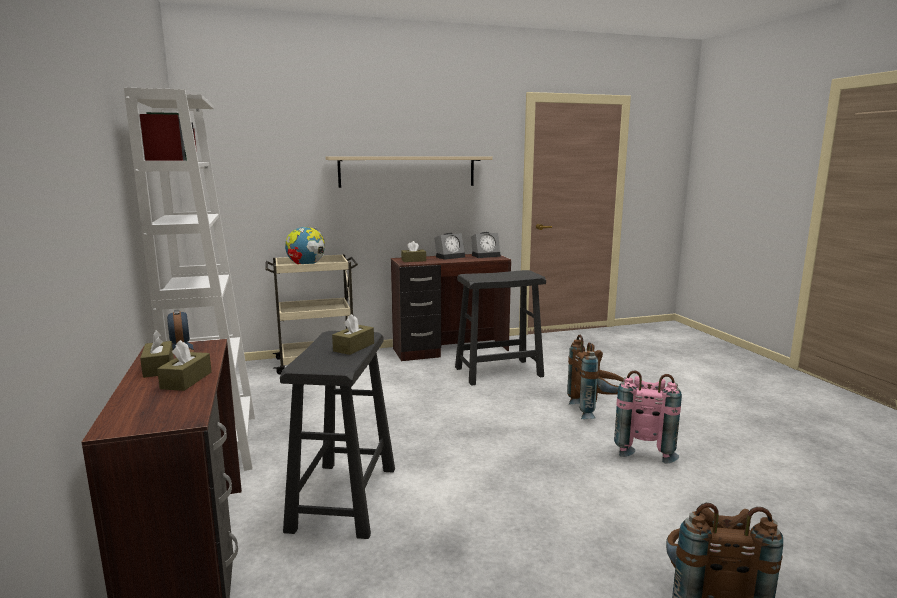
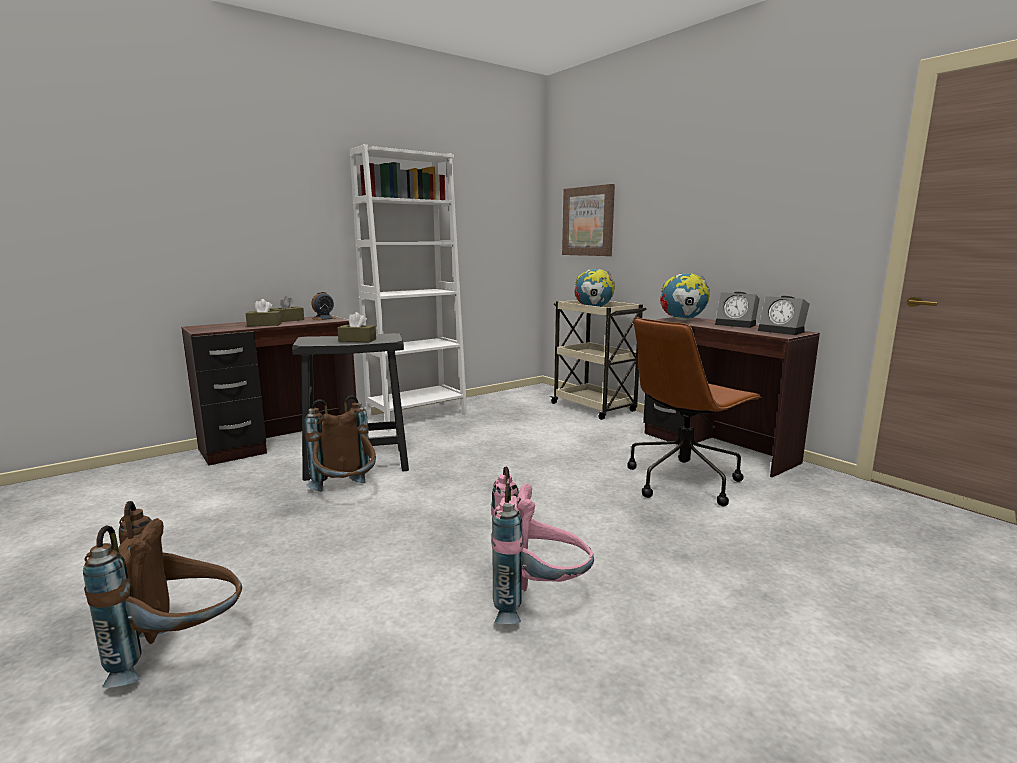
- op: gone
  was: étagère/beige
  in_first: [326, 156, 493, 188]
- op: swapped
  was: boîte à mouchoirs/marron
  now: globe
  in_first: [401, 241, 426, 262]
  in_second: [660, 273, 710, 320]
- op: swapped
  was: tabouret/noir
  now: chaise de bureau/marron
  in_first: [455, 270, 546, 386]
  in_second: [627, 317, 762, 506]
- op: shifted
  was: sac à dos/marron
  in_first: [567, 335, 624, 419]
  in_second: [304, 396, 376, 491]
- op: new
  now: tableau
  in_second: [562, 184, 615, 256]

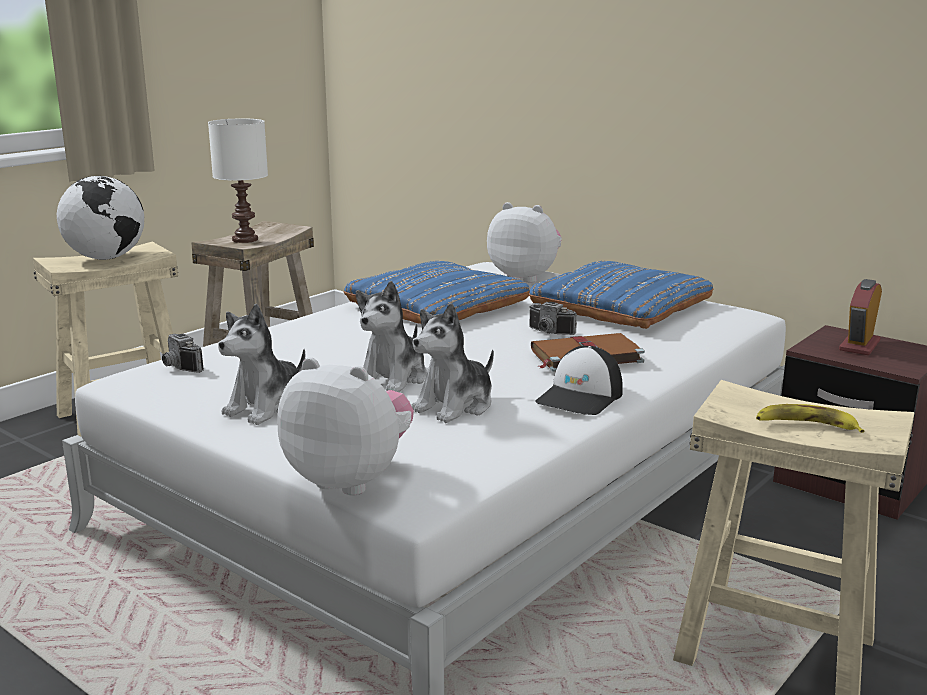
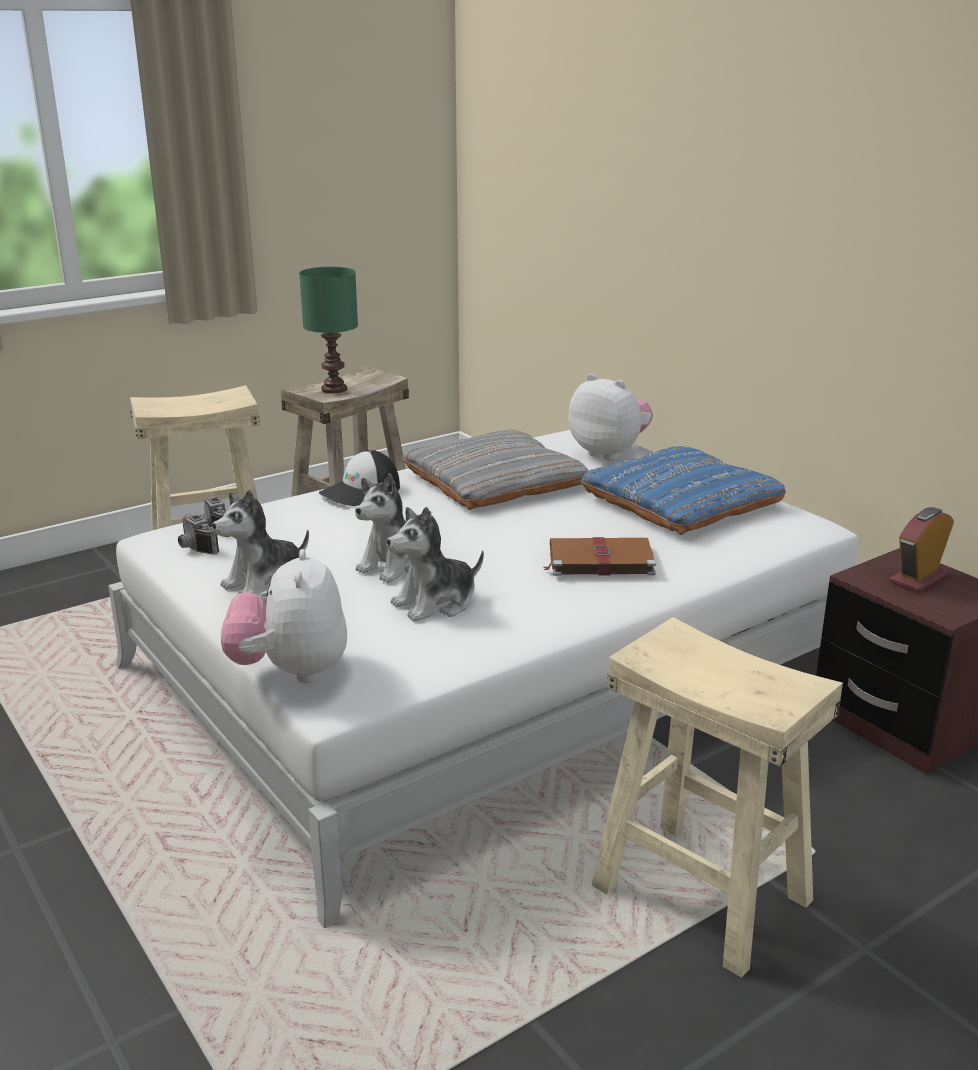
- op: repainted
  was: lampe de table/blanc
  now: lampe de table/vert
  in_first: [208, 118, 268, 243]
  in_second: [299, 267, 358, 393]
- op: gone
  was: globe
  in_first: [57, 176, 144, 260]
- op: repainted
  was: coussin/bleu
  now: coussin/gris
  in_first: [343, 261, 530, 324]
  in_second: [402, 430, 588, 510]
- op: shifted
  was: appareil photo
  in_first: [529, 302, 577, 335]
  in_second: [178, 514, 219, 554]
- op: shifted
  was: casquette
  in_first: [535, 346, 623, 415]
  in_second: [319, 450, 400, 506]
- op: rotated
  was: peluche
  in_first: [277, 357, 414, 496]
  in_second: [221, 549, 347, 683]
  clockwise: -135
- op: gone
  was: banane
  in_first: [756, 404, 864, 433]

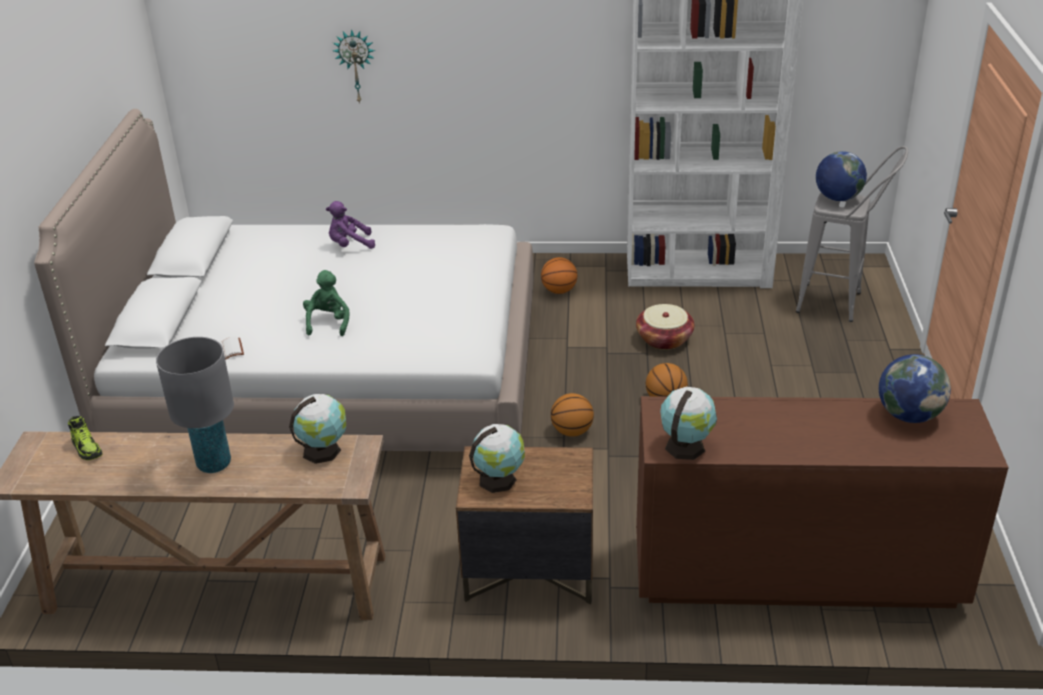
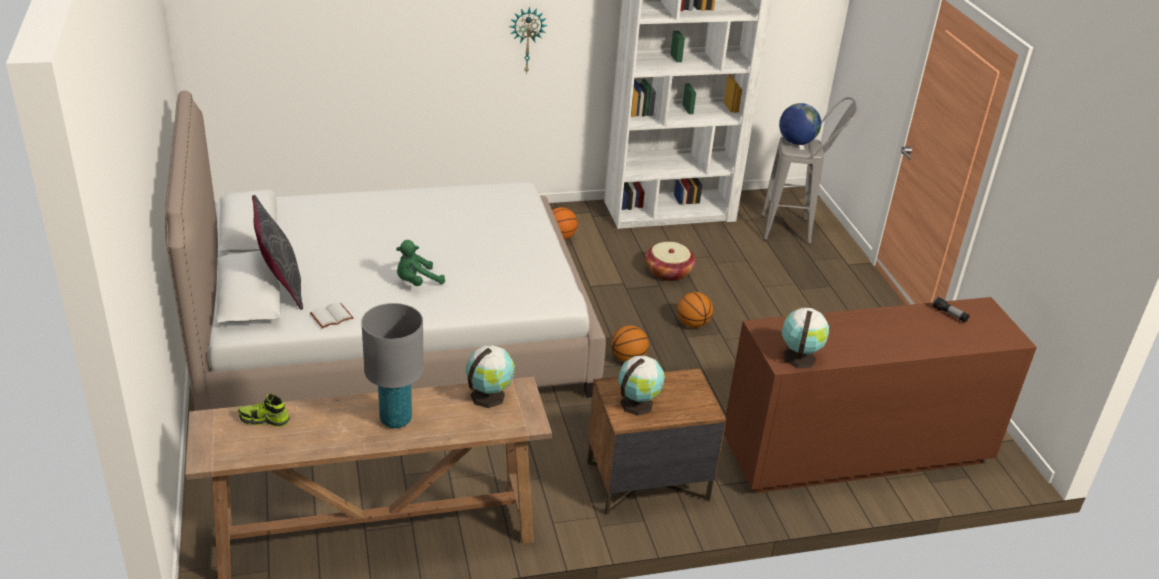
- op: shifted
  was: horloge murale
  in_first: [333, 29, 375, 104]
  in_second: [509, 7, 548, 74]
- op: gone
  was: peluche/violet
  in_first: [326, 201, 375, 249]
- op: rotated
  was: peluche/vert
  in_first: [303, 270, 349, 336]
  in_second: [396, 240, 445, 286]
  clockwise: -105
- op: swapped
  was: globe
  now: lampe de poche
  in_first: [879, 354, 951, 423]
  in_second: [932, 297, 969, 322]
- op: rotated
  was: chaussure
  in_first: [68, 416, 103, 460]
  in_second: [238, 394, 290, 427]
  clockwise: 150
- op: new
  now: coussin/gris
  in_second: [252, 195, 303, 310]

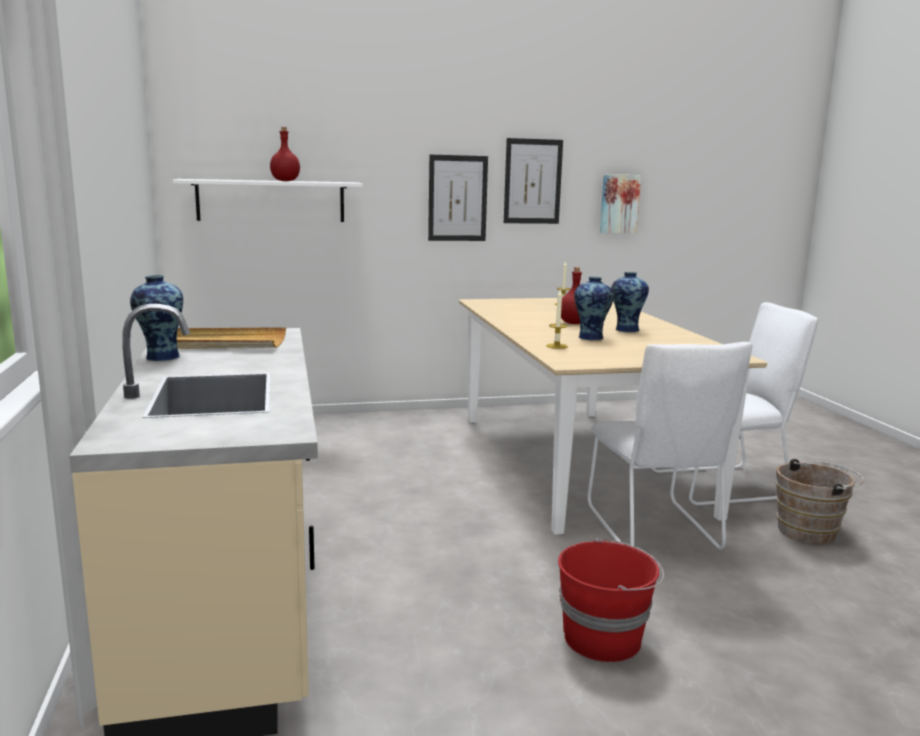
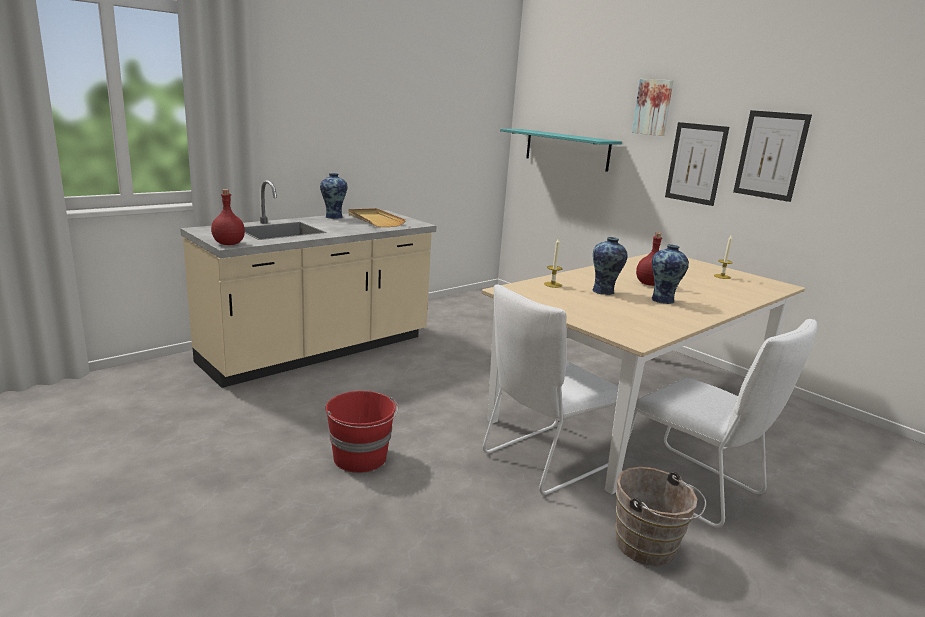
- op: shifted
  was: bouteille/rouge
  in_first: [270, 127, 300, 181]
  in_second: [211, 189, 245, 245]
- op: shifted
  was: tableau
  in_first: [600, 174, 641, 233]
  in_second: [632, 79, 674, 136]
- op: repainted
  was: étagère/blanc
  now: étagère/turquoise
  in_first: [173, 179, 363, 222]
  in_second: [500, 129, 622, 172]

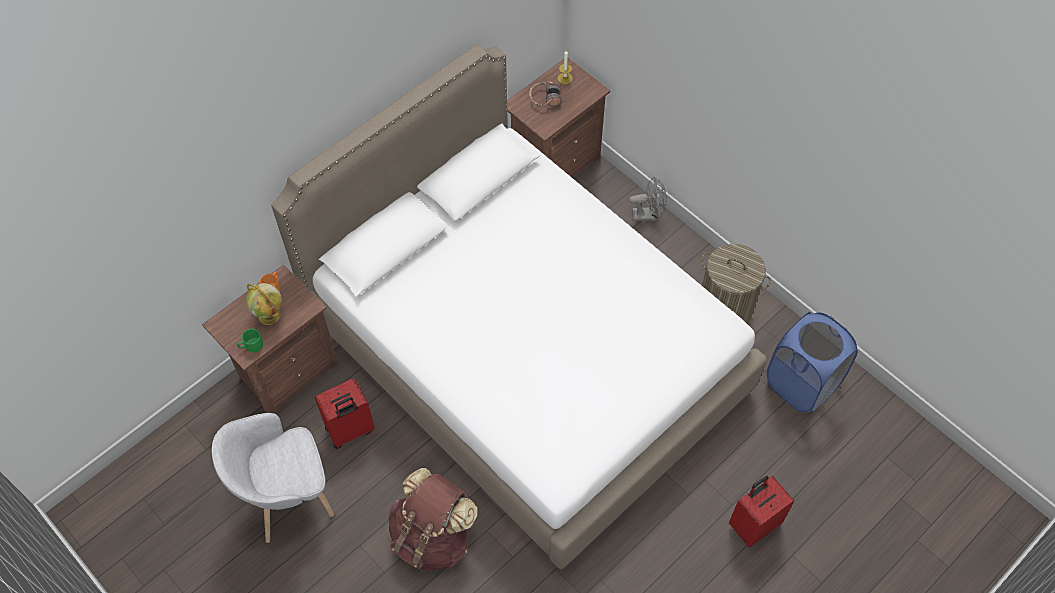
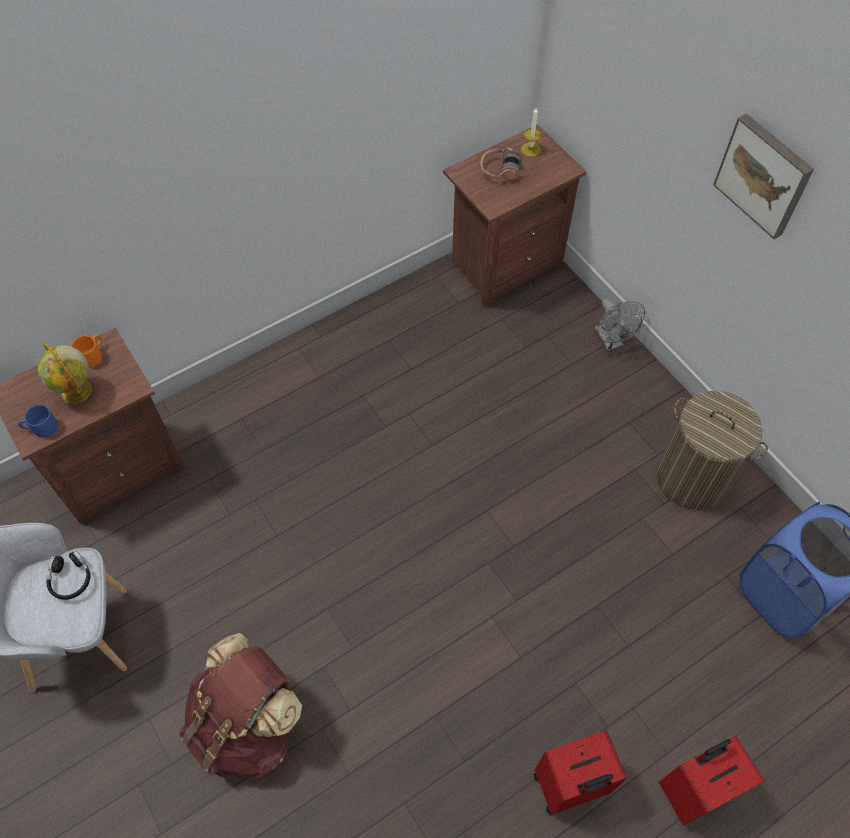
- op: gone
  was: lit/blanc
  in_first: [271, 45, 767, 569]
- op: rotated
  was: ventilateur/gris
  in_first: [629, 176, 667, 221]
  in_second: [595, 298, 645, 351]
  clockwise: 60
- op: repainted
  was: mug/vert
  now: mug/bleu
  in_first: [237, 329, 263, 353]
  in_second: [18, 405, 58, 438]
- op: shifted
  was: valise/rouge
  in_first: [315, 378, 375, 449]
  in_second: [534, 730, 627, 815]
- op: new
  now: tableau
  in_second: [713, 113, 814, 239]
- op: new
  now: casque audio/noir
  in_second: [46, 550, 91, 600]

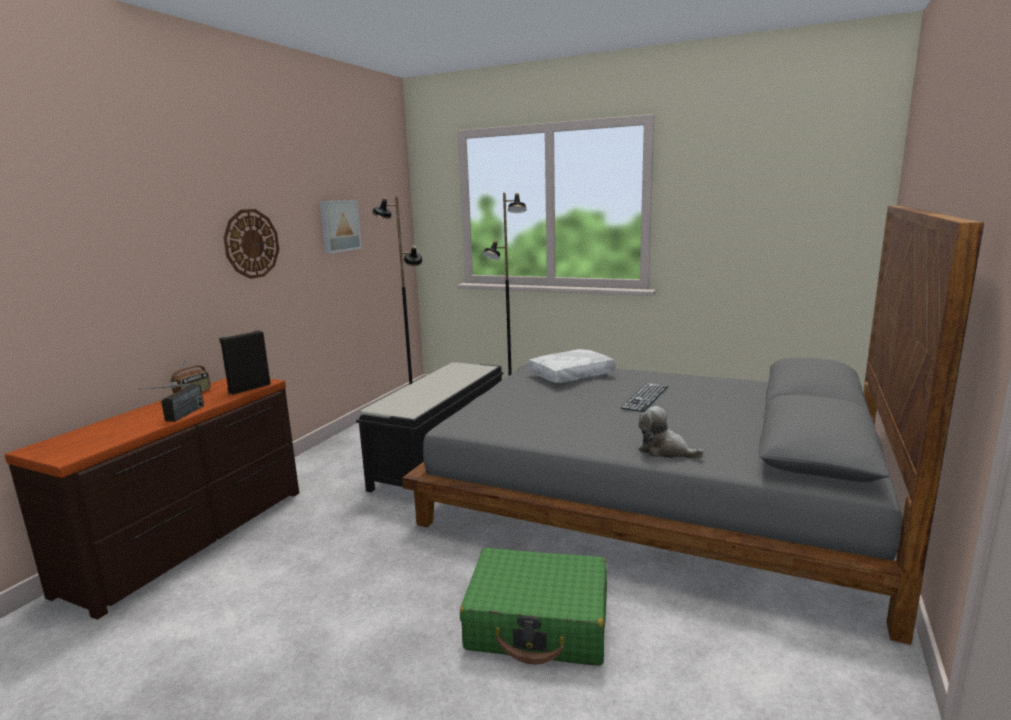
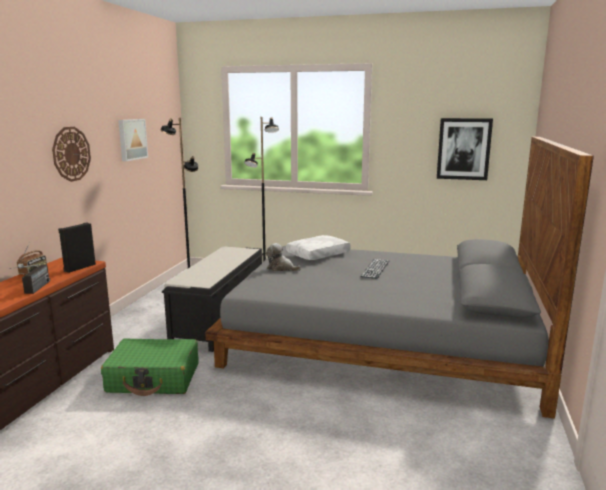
- op: shifted
  was: peluche
  in_first: [638, 406, 704, 459]
  in_second: [266, 243, 301, 271]
- op: shifted
  was: valise/vert
  in_first: [460, 548, 607, 666]
  in_second: [101, 338, 198, 396]
- op: new
  now: tableau
  in_second: [437, 118, 493, 180]

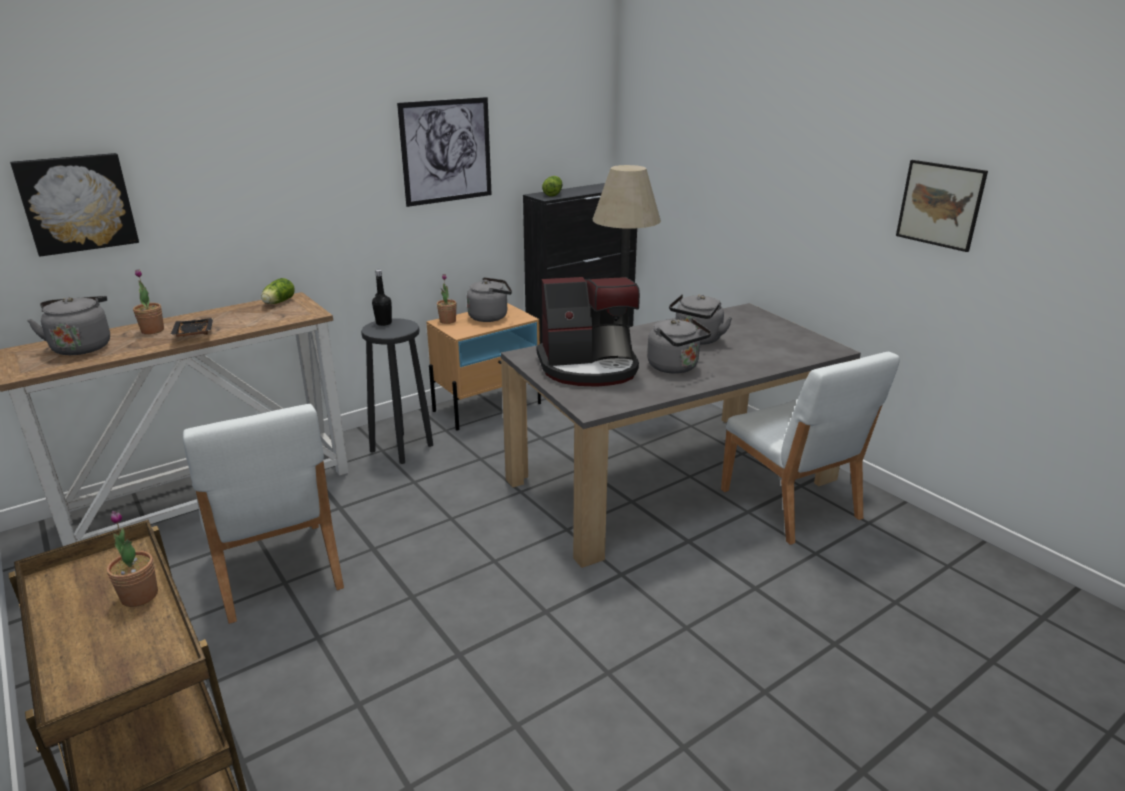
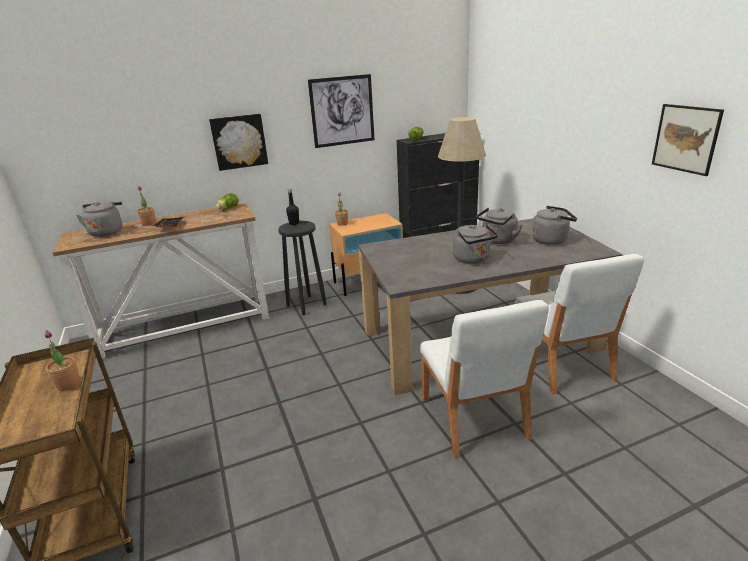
- op: shifted
  was: tableau
  in_first: [10, 153, 139, 257]
  in_second: [209, 114, 268, 171]
- op: shifted
  was: bouilloire/gris
  in_first: [467, 277, 512, 322]
  in_second: [532, 206, 577, 245]
- op: gone
  was: machine à café
  in_first: [537, 277, 640, 387]
- op: shifted
  was: chaise/blanc
  in_first: [183, 404, 344, 624]
  in_second: [420, 300, 549, 459]

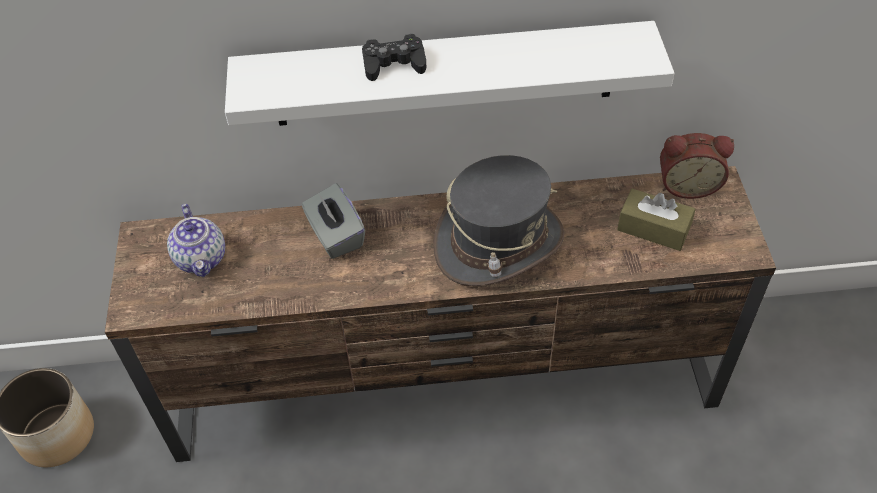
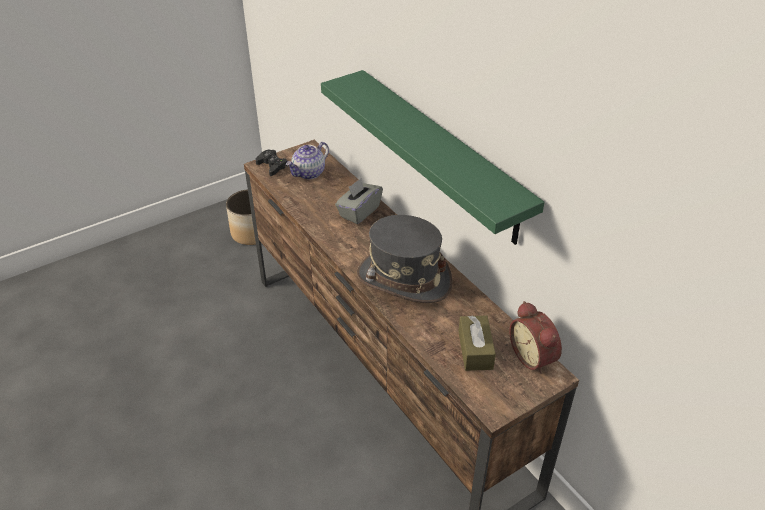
- op: repainted
  was: étagère/blanc
  now: étagère/vert
  in_first: [225, 21, 674, 126]
  in_second: [321, 70, 545, 245]
- op: shifted
  was: manette/noir
  in_first: [362, 34, 426, 81]
  in_second: [256, 150, 288, 176]

